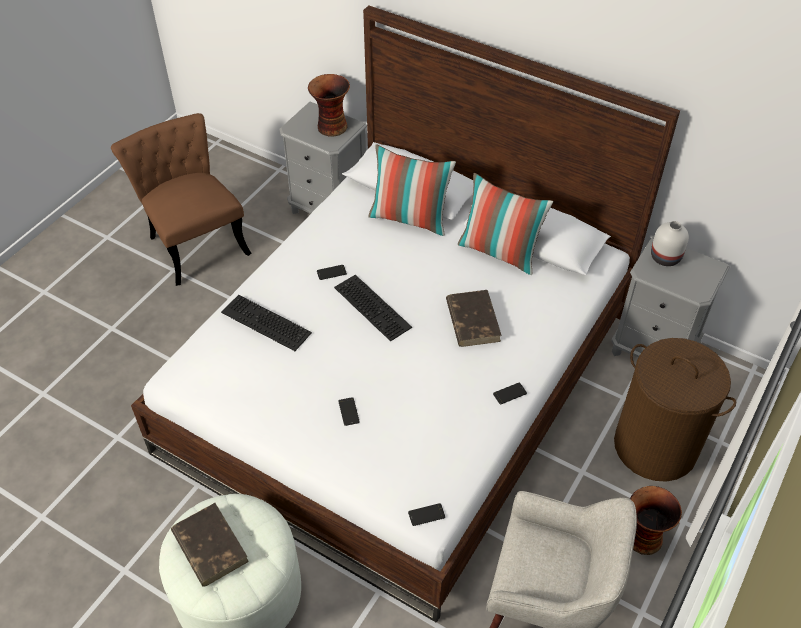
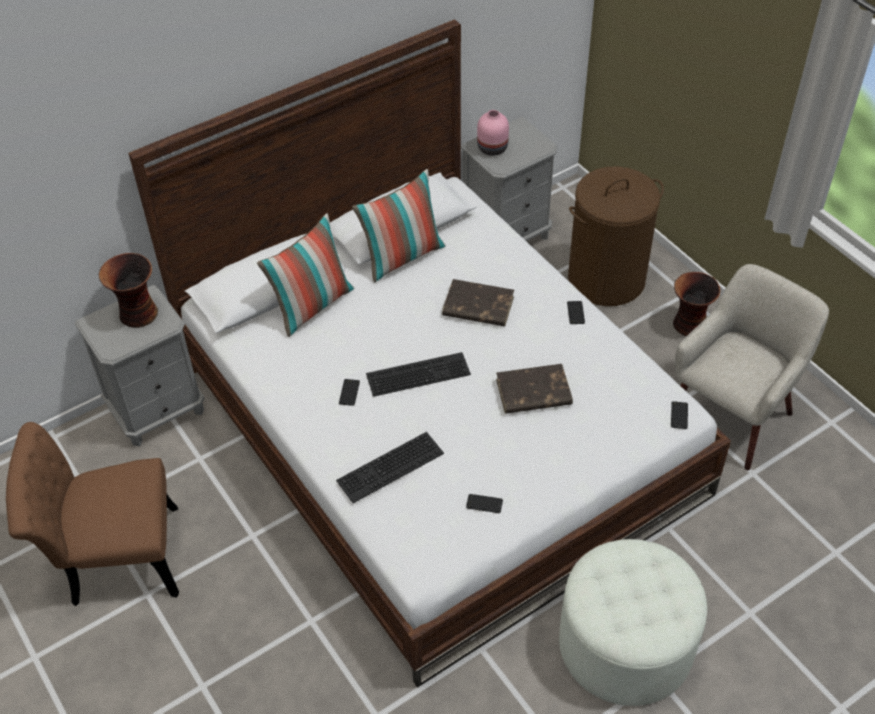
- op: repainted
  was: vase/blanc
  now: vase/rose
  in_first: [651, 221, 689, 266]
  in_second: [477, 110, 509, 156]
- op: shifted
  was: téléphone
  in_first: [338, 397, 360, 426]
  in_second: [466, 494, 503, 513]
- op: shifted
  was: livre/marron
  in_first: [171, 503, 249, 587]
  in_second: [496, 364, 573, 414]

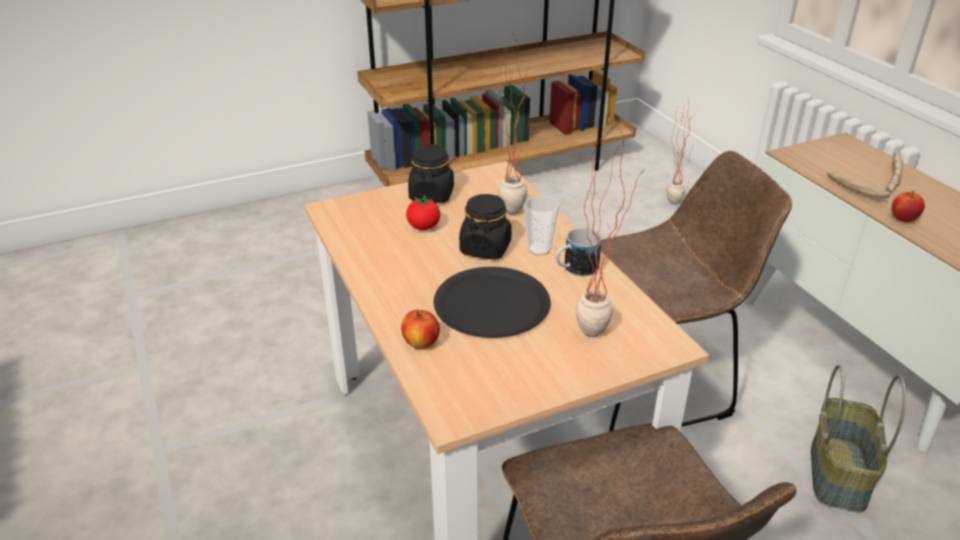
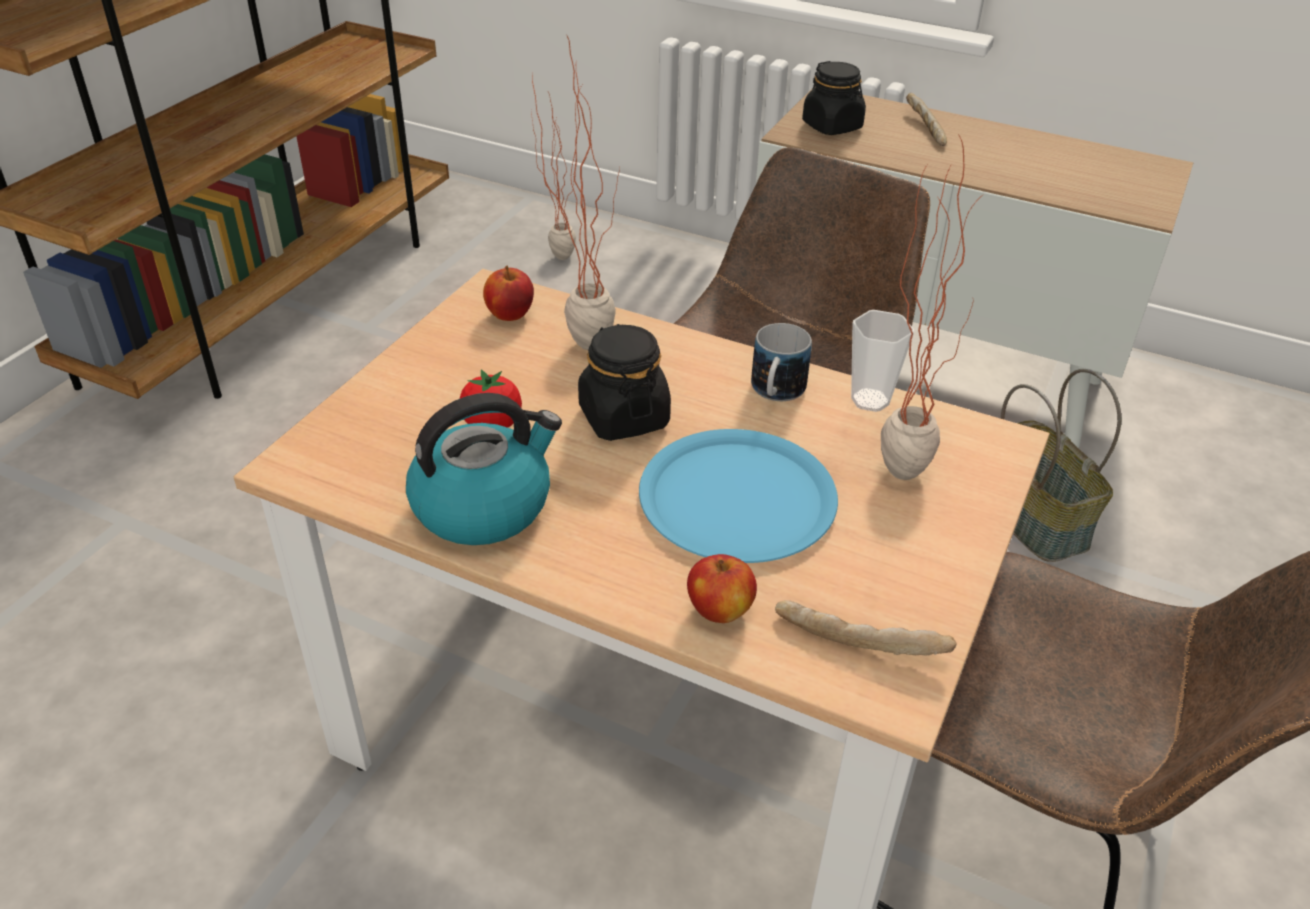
- op: shifted
  was: bocal/noir
  in_first: [408, 144, 454, 203]
  in_second: [802, 61, 866, 135]
- op: shifted
  was: pain
  in_first: [827, 170, 890, 198]
  in_second: [775, 600, 957, 655]
- op: shifted
  was: pomme
  in_first: [892, 191, 925, 222]
  in_second: [483, 265, 534, 321]
- op: shifted
  was: tasse
  in_first: [524, 196, 560, 255]
  in_second: [851, 310, 914, 412]
- op: repainted
  was: assiette/noir
  now: assiette/bleu
  in_first: [434, 267, 551, 338]
  in_second: [639, 429, 838, 563]
- op: new
  now: bouilloire
  in_second: [406, 393, 562, 545]

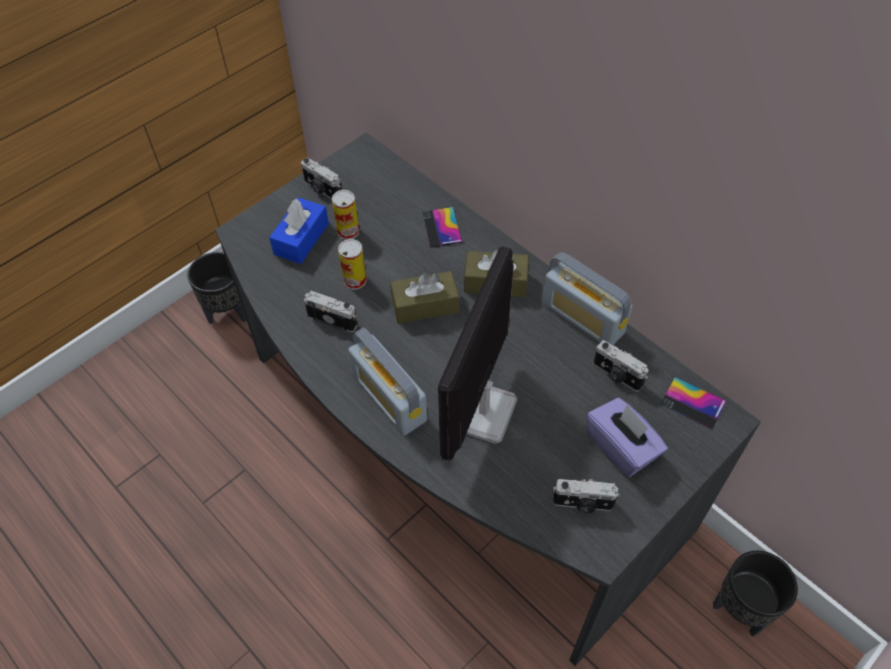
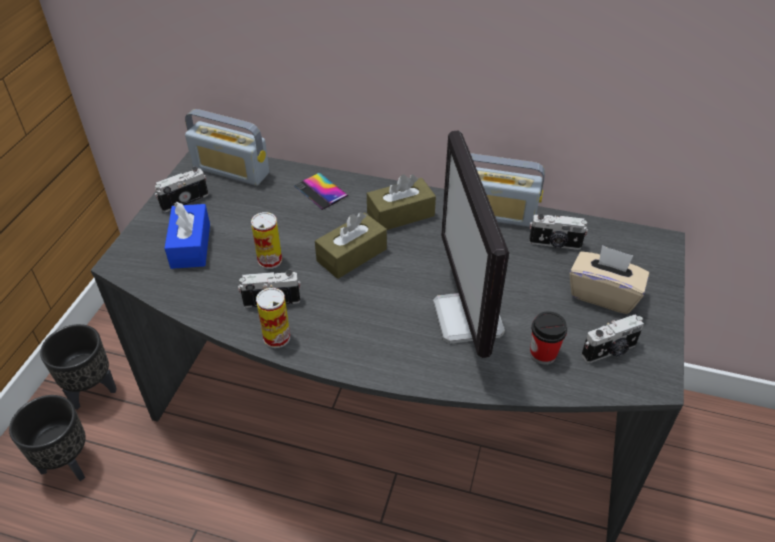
- op: rotated
  was: appareil photo
  in_first: [301, 158, 342, 199]
  in_second: [155, 167, 208, 212]
  clockwise: 135
- op: shifted
  was: boîte métallique
  in_first: [332, 190, 359, 240]
  in_second: [256, 288, 290, 348]
- op: shifted
  was: radio
  in_first: [348, 327, 427, 435]
  in_second: [185, 109, 270, 186]
- op: gone
  was: téléphone
  in_first: [660, 377, 726, 430]
- op: repainted
  was: boîte à mouchoirs/violet
  now: boîte à mouchoirs/beige
  in_first: [586, 398, 668, 477]
  in_second: [570, 245, 649, 314]
- op: shifted
  was: cache-pot/noir
  in_first: [713, 551, 798, 636]
  in_second: [9, 395, 86, 481]
- op: new
  now: tasse
  in_second: [530, 311, 567, 365]

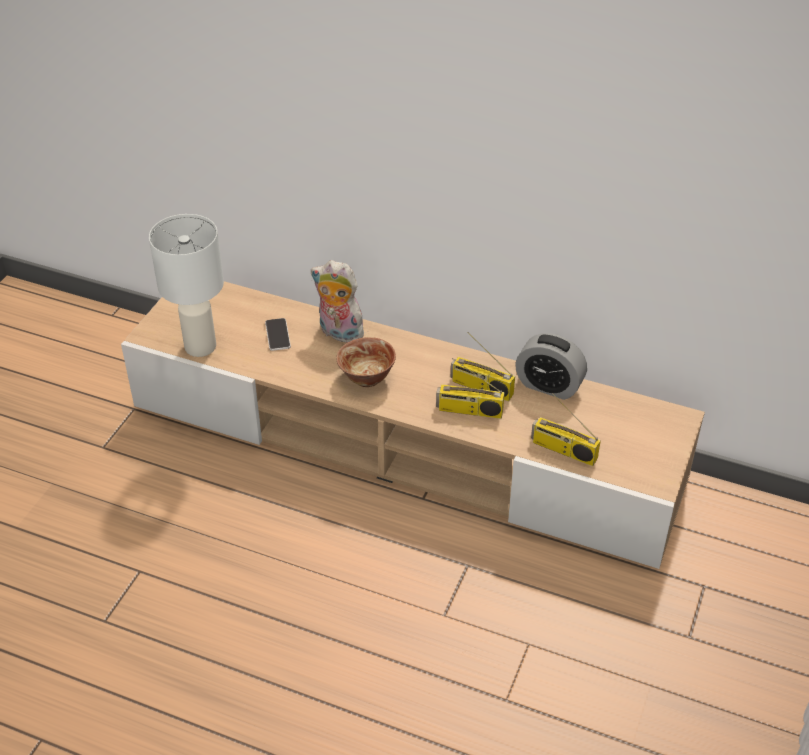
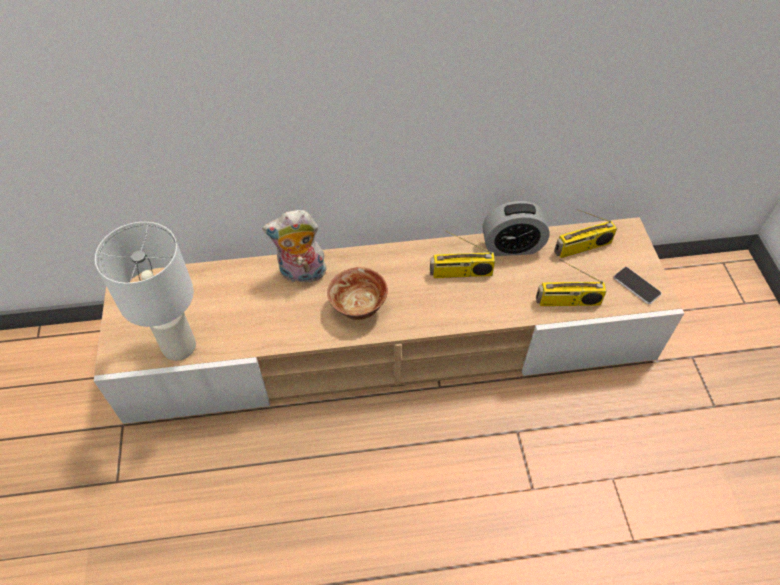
- op: shifted
  was: téléphone
  in_first: [265, 318, 291, 351]
  in_second: [614, 267, 662, 304]
- op: shifted
  was: radio
  in_first: [436, 358, 504, 419]
  in_second: [554, 209, 617, 258]

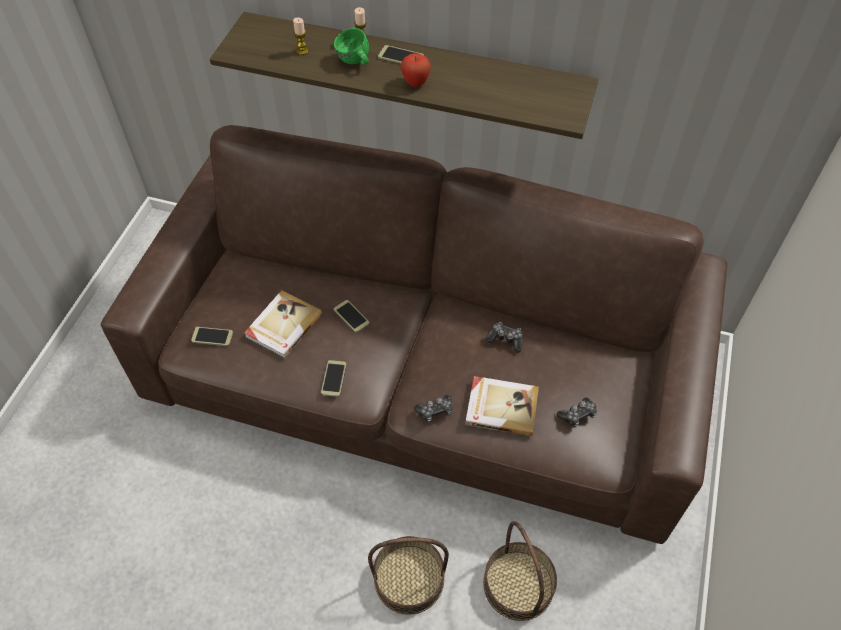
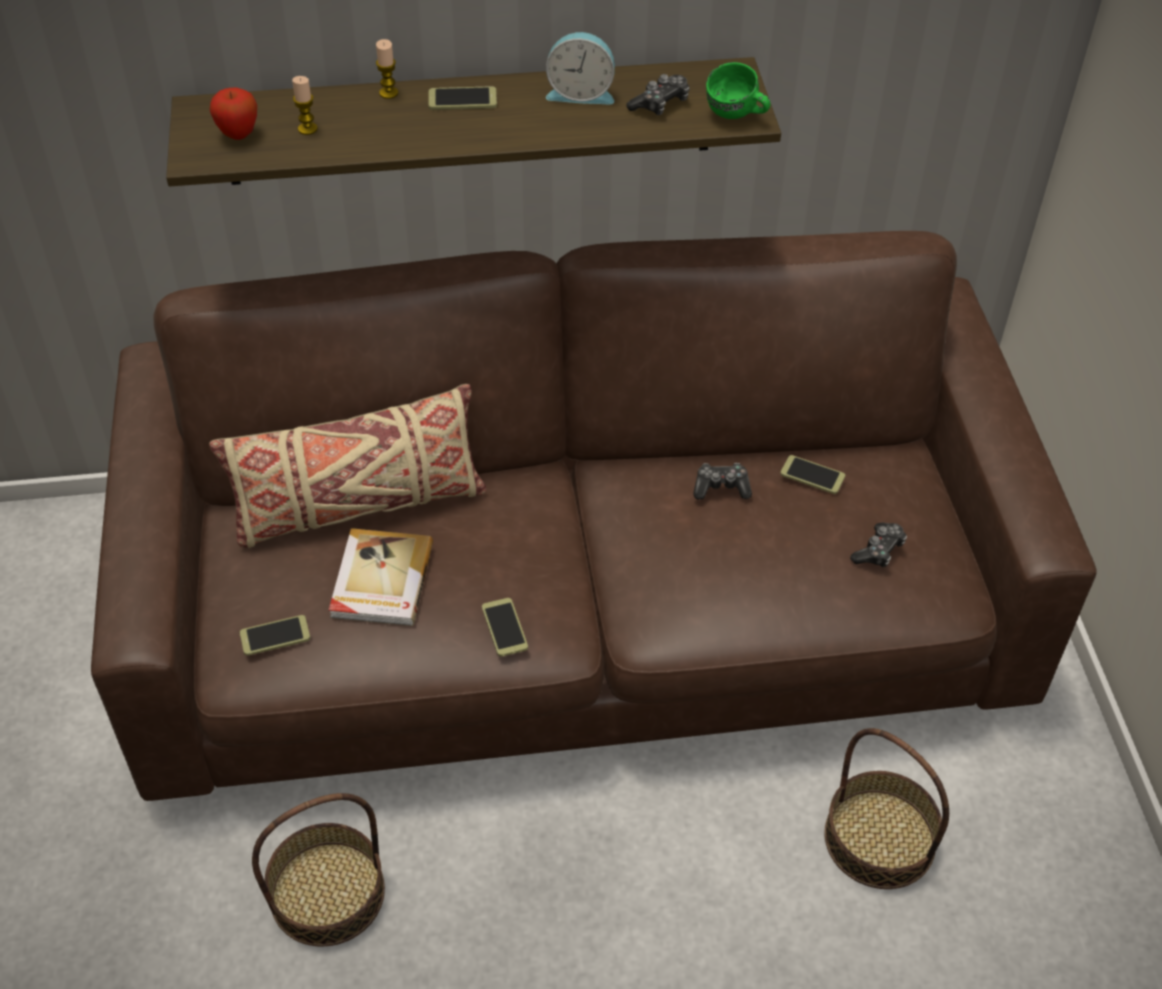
- op: shifted
  was: mug/vert
  in_first: [334, 28, 369, 65]
  in_second: [706, 62, 770, 119]
- op: shifted
  was: pomme
  in_first: [401, 53, 431, 87]
  in_second: [209, 88, 257, 140]
- op: shifted
  was: téléphone
  in_first: [334, 300, 369, 332]
  in_second: [780, 455, 845, 494]
- op: gone
  was: livre
  in_first: [465, 376, 539, 436]
- op: shifted
  was: manette
  in_first: [414, 395, 453, 422]
  in_second: [626, 74, 690, 115]
- op: shifted
  was: panier
  in_first: [368, 536, 449, 615]
  in_second: [252, 793, 385, 947]
- op: new
  now: réveil
  in_second: [546, 32, 615, 105]
- op: new
  now: coussin/beige
  in_second: [209, 384, 486, 548]

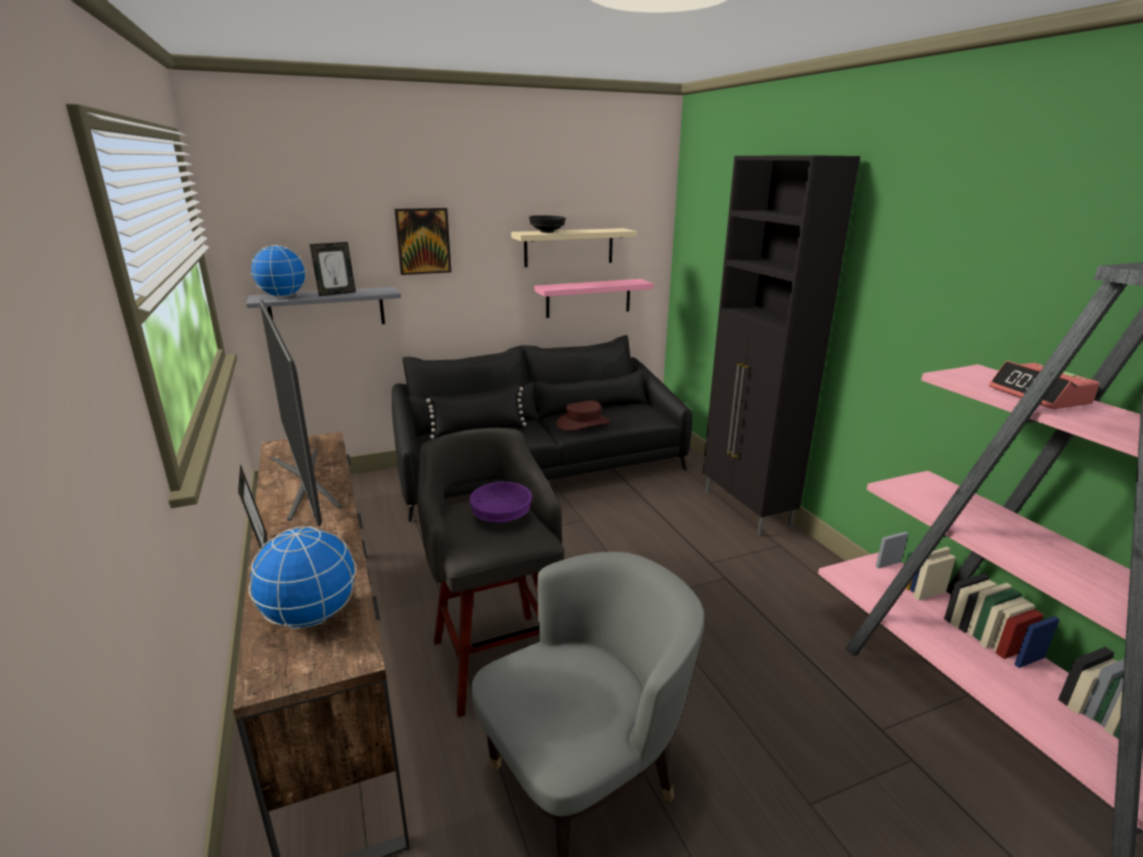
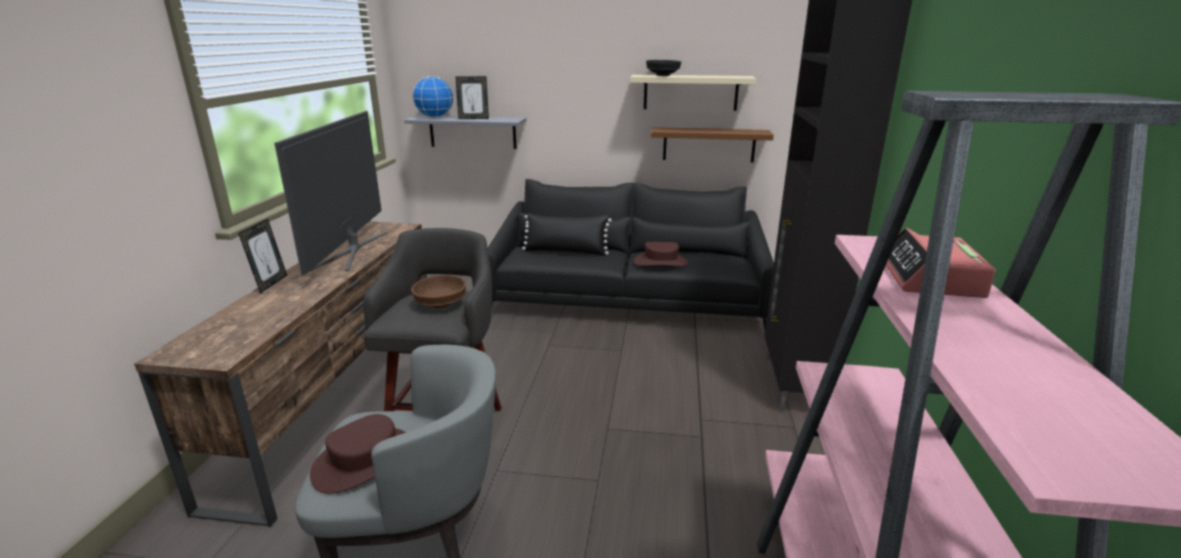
- op: gone
  was: tableau
  in_first: [394, 208, 451, 275]
- op: repainted
  was: étagère/rose
  now: étagère/marron
  in_first: [534, 279, 654, 318]
  in_second: [651, 127, 774, 163]
- op: repainted
  was: bol/violet
  now: bol/marron
  in_first: [470, 482, 532, 523]
  in_second: [411, 275, 466, 308]
- op: gone
  was: globe
  in_first: [249, 526, 356, 629]
- op: new
  now: chapeau/marron
  in_second: [310, 414, 406, 494]

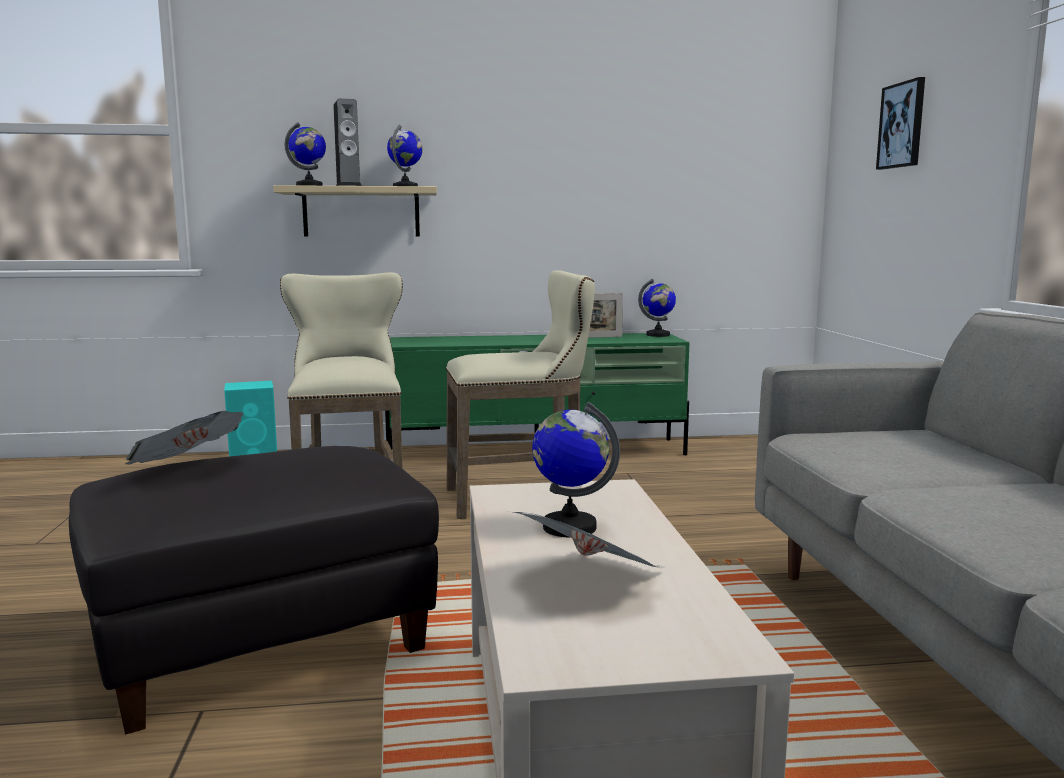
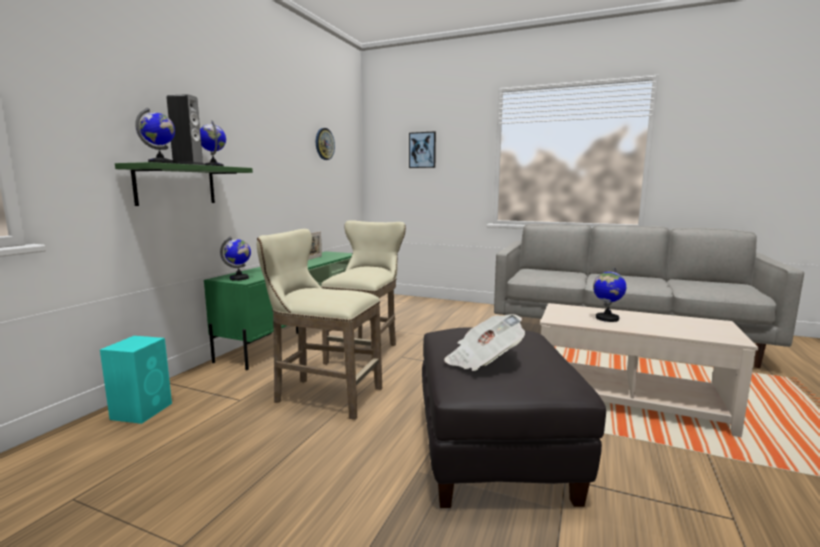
- op: repainted
  was: étagère/beige
  now: étagère/vert
  in_first: [273, 185, 437, 237]
  in_second: [115, 162, 253, 206]
- op: shifted
  was: globe
  in_first: [638, 279, 676, 337]
  in_second: [220, 237, 251, 281]
- op: gone
  was: journal
  in_first: [514, 512, 665, 569]
- op: new
  now: horloge murale
  in_second: [316, 128, 335, 160]

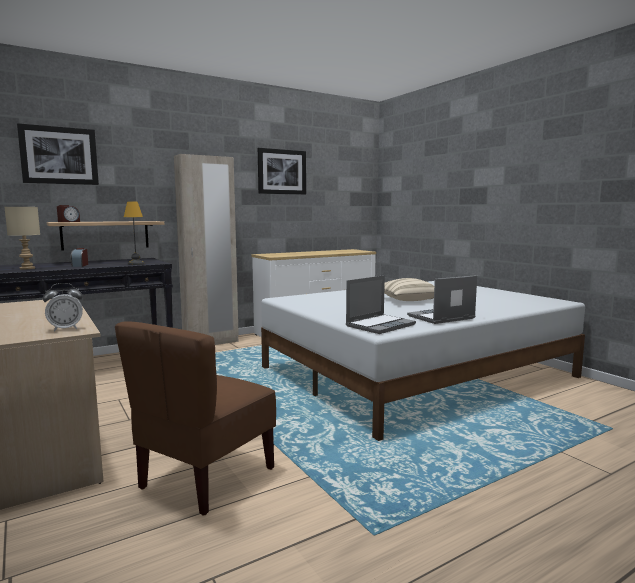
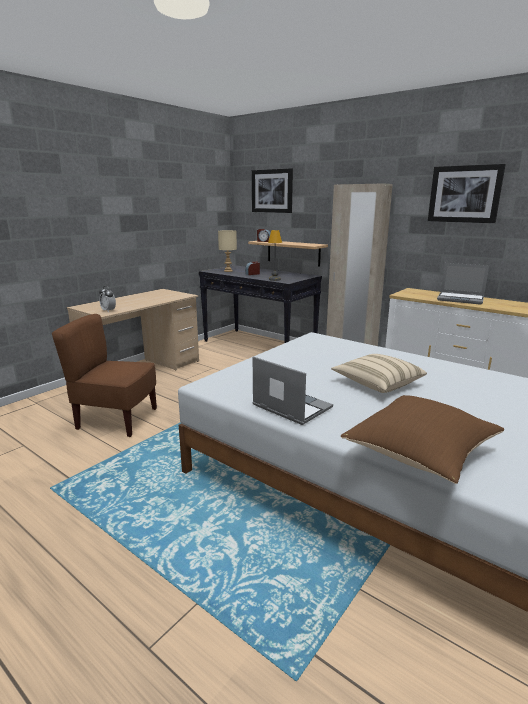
- op: shifted
  was: ordinateur portable
  in_first: [346, 275, 416, 334]
  in_second: [437, 263, 489, 305]
- op: new
  now: coussin/marron
  in_second: [341, 395, 504, 484]

